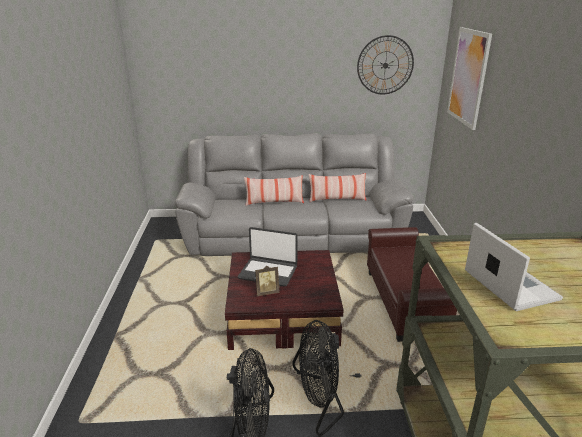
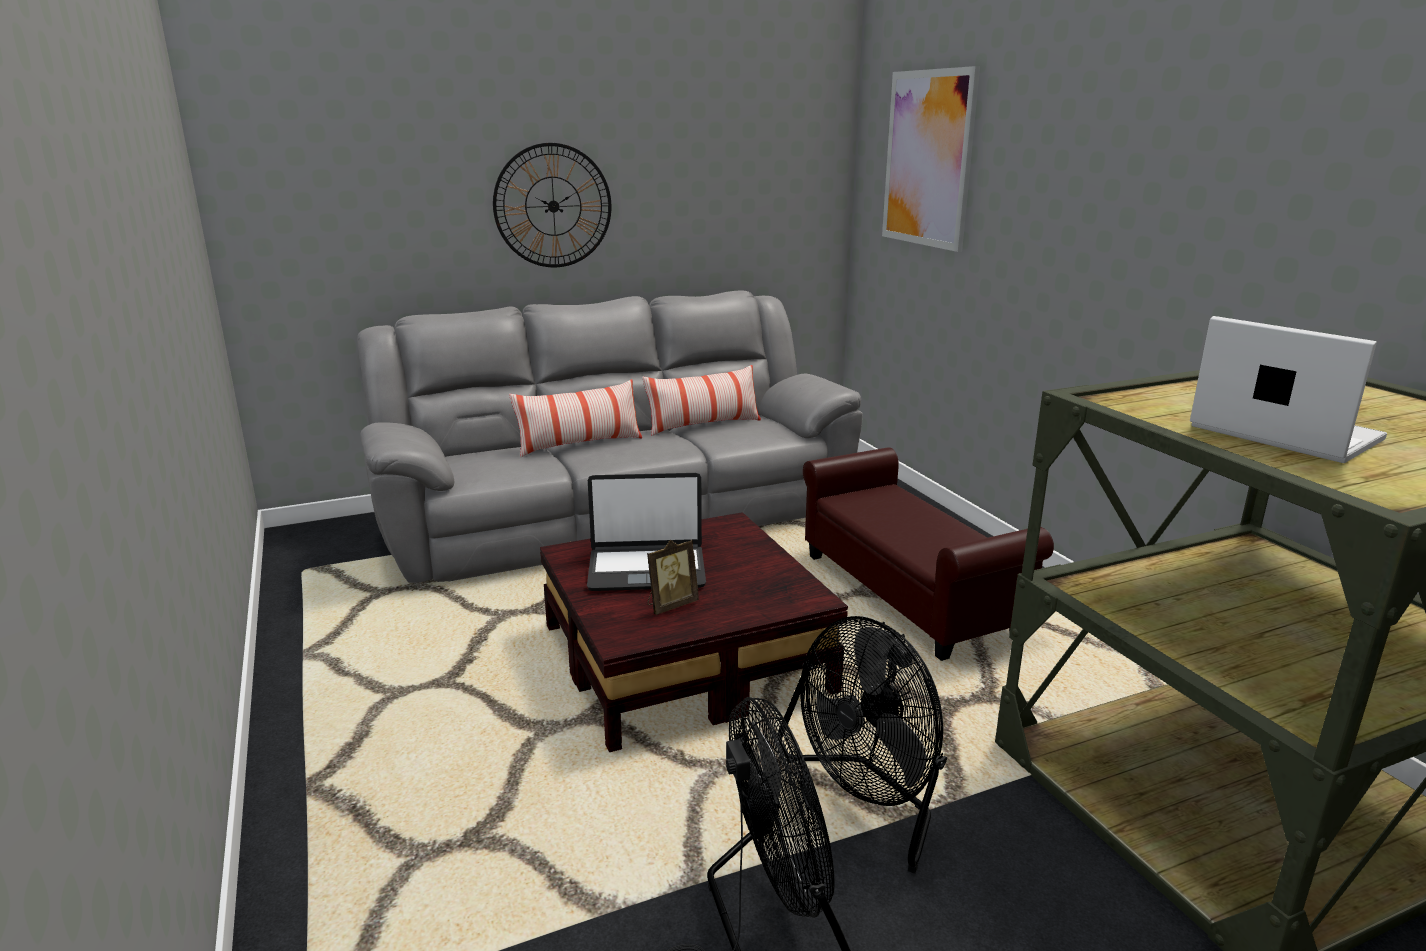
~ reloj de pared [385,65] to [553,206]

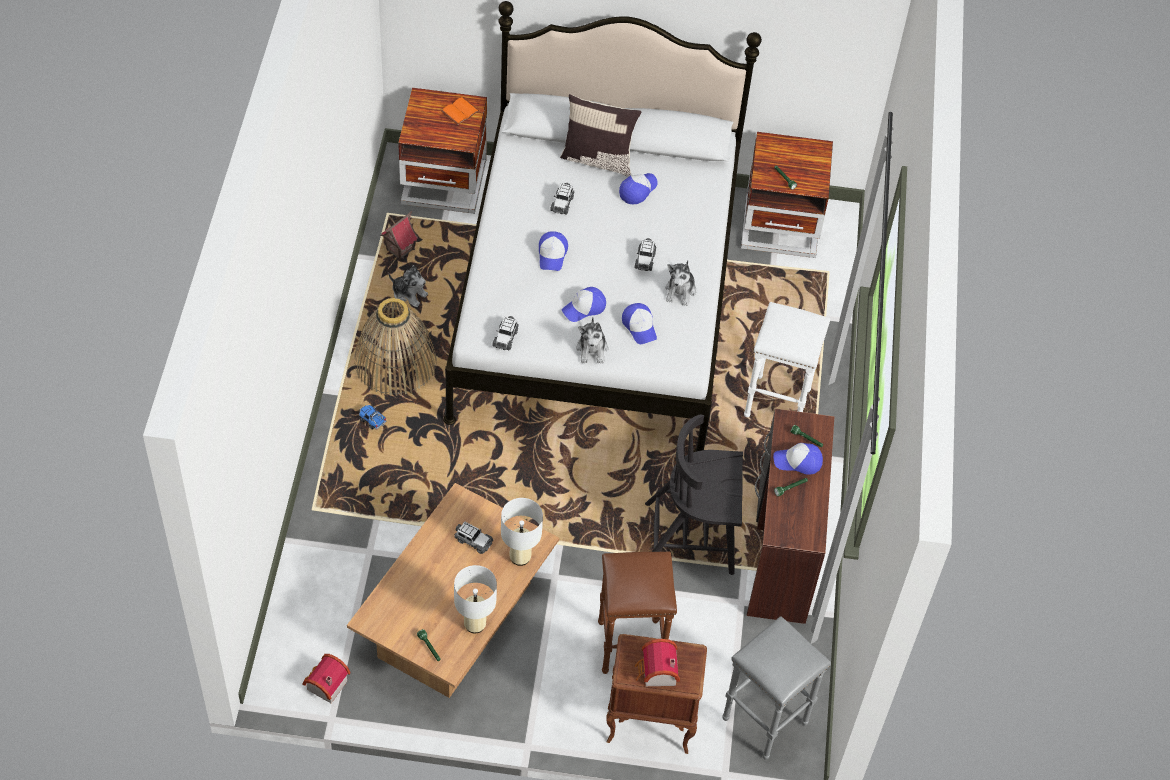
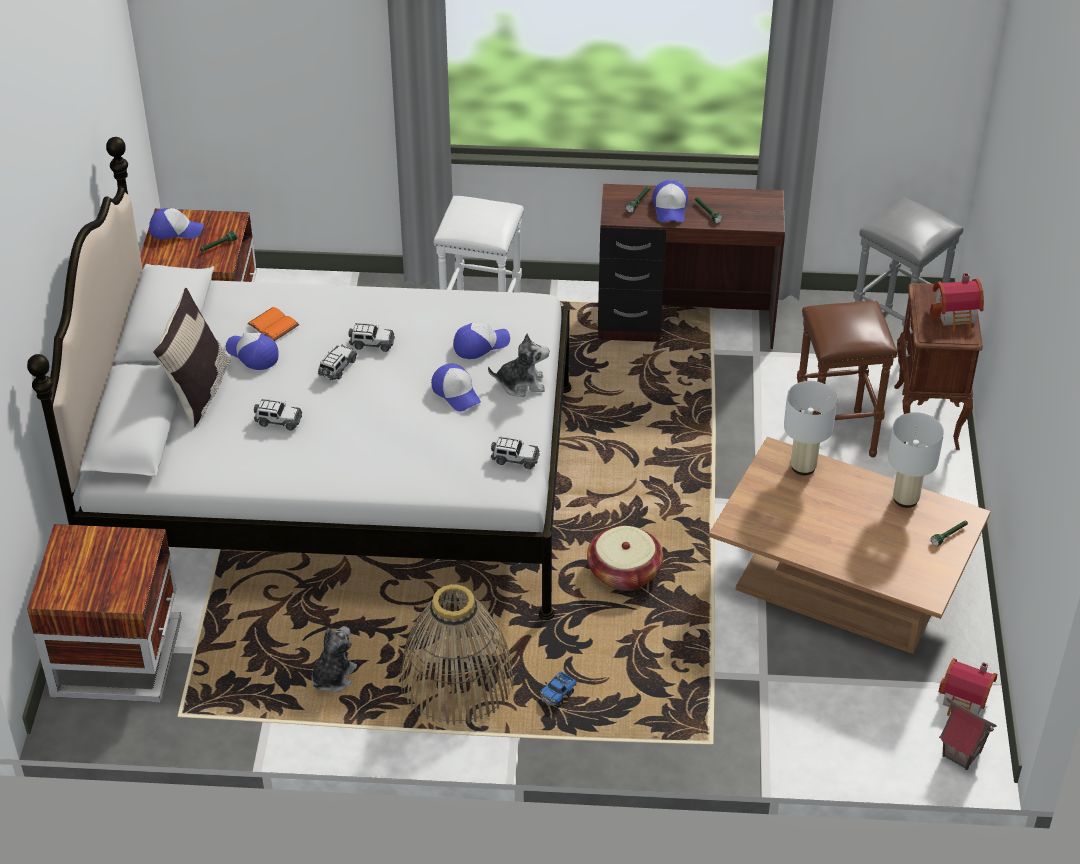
~ gorra [552,254] to [176,230]
~ libro (naranja) [460,111] to [271,325]
~ coche de juguete [473,541] to [337,368]
+ cesta [624,572]
~ casita [399,250] to [961,754]
- silla (negro) [692,538]
- peluche [680,291]

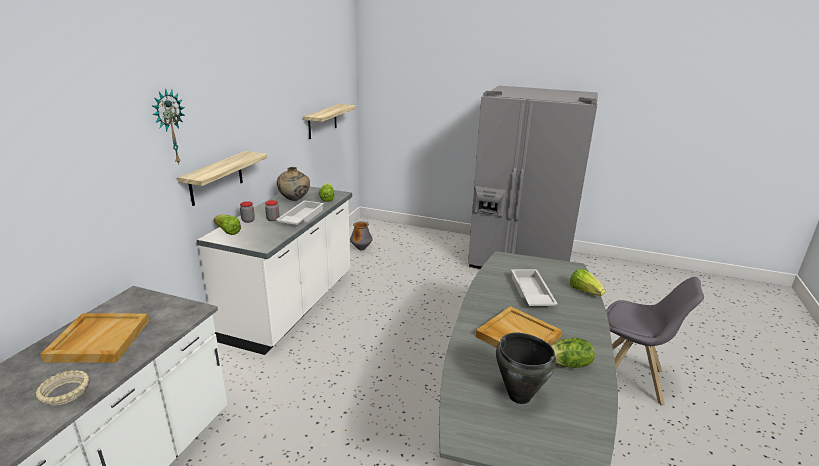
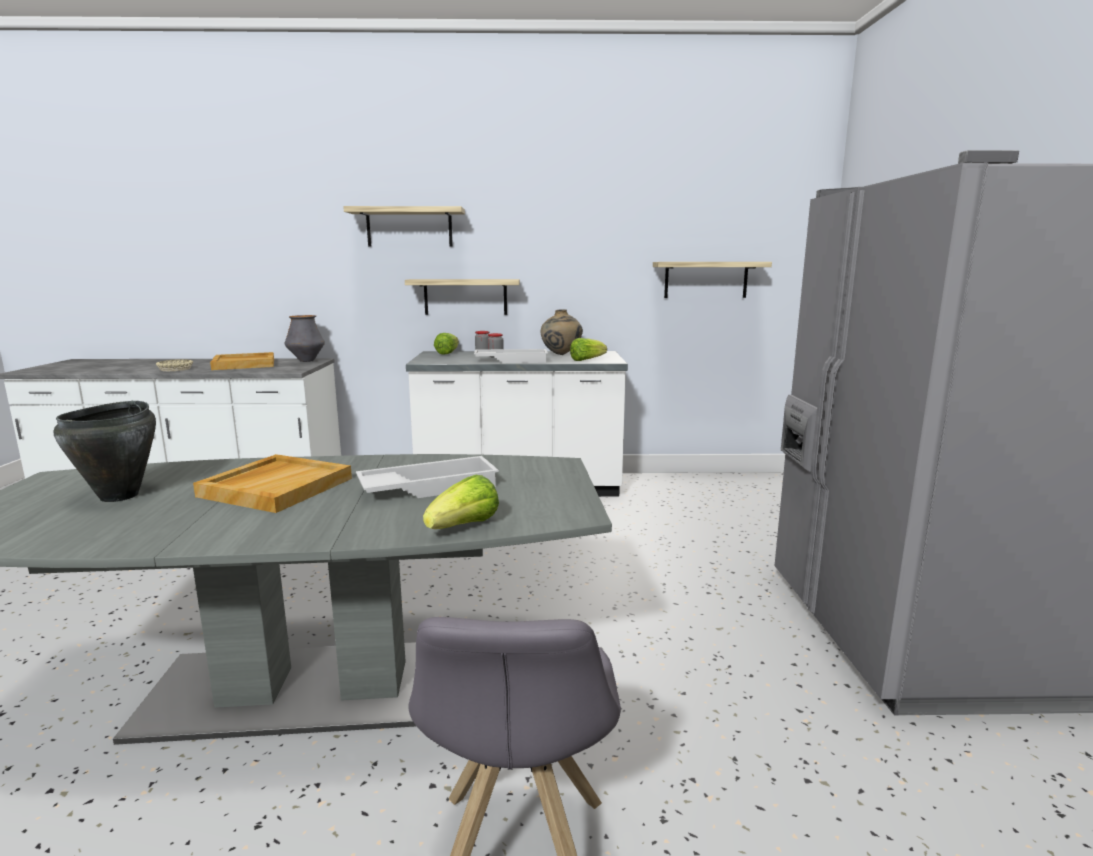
~ florero [361,248] to [306,361]
~ reloj de pared [169,127] to estante [409,227]
- lechuga [568,365]

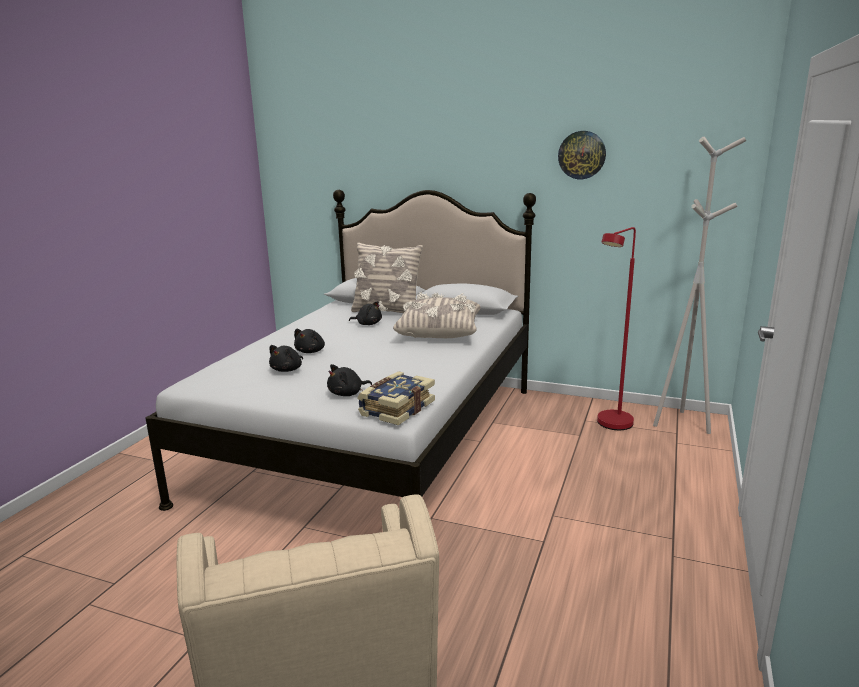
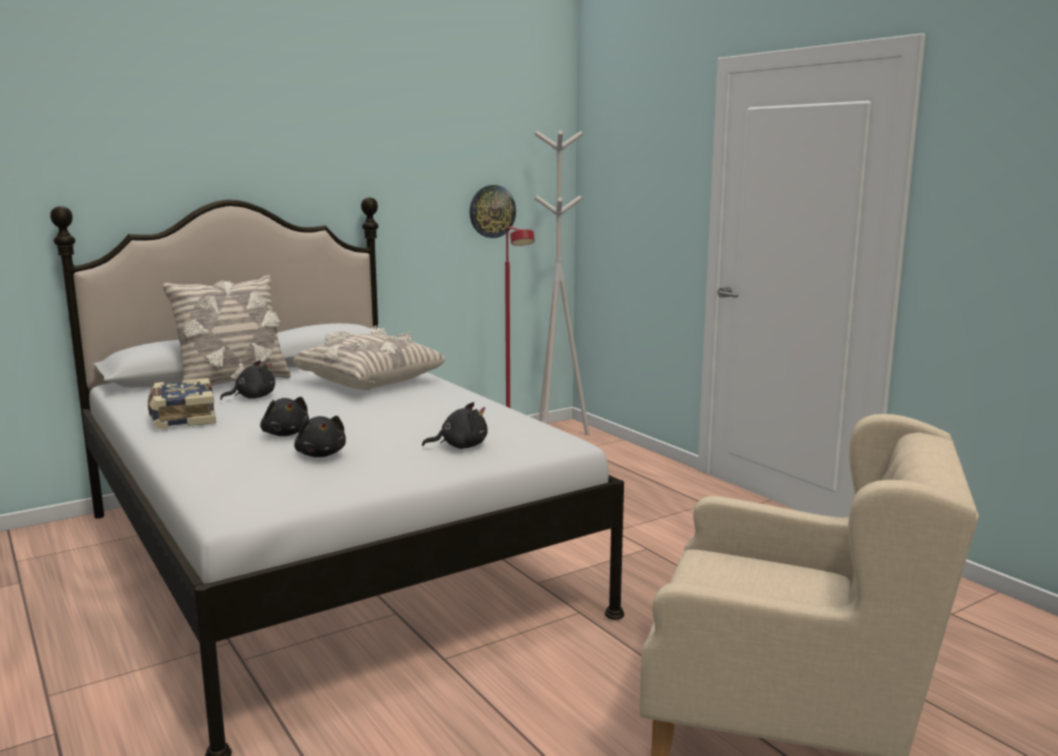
~ libro [396,408] to [182,418]
~ peluche (negro) [347,394] = [460,446] 105 degrees counterclockwise
~ reloj de pared [582,155] to [492,211]

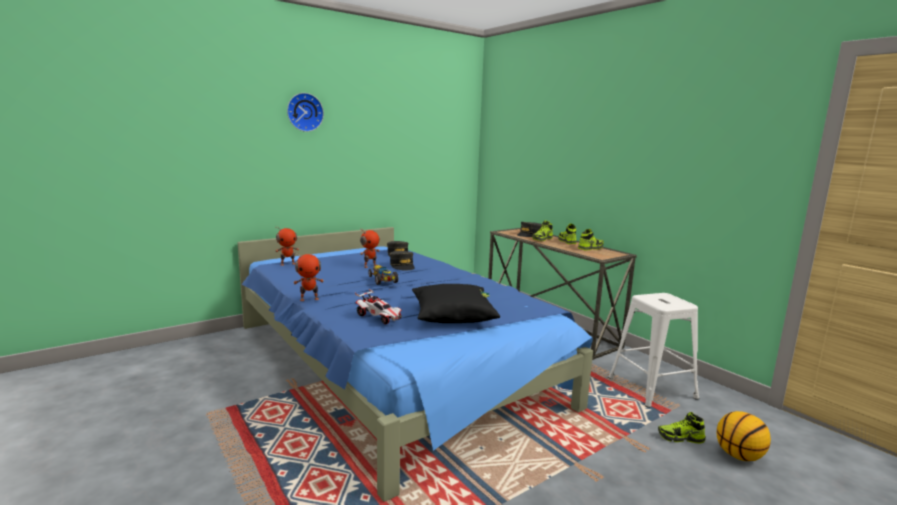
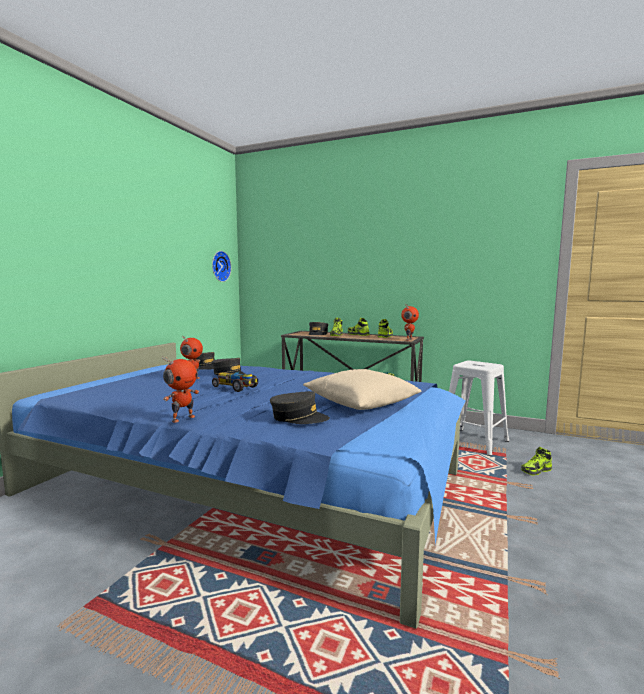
~ reloj de pared [304,112] to [219,266]
~ coche de juguete [379,317] to gorra (gris) [298,418]
~ cojín (negro) [452,317] to cojín (beis) [361,404]
~ robot de juguete [288,264] to [409,339]
- balón de baloncesto [739,456]

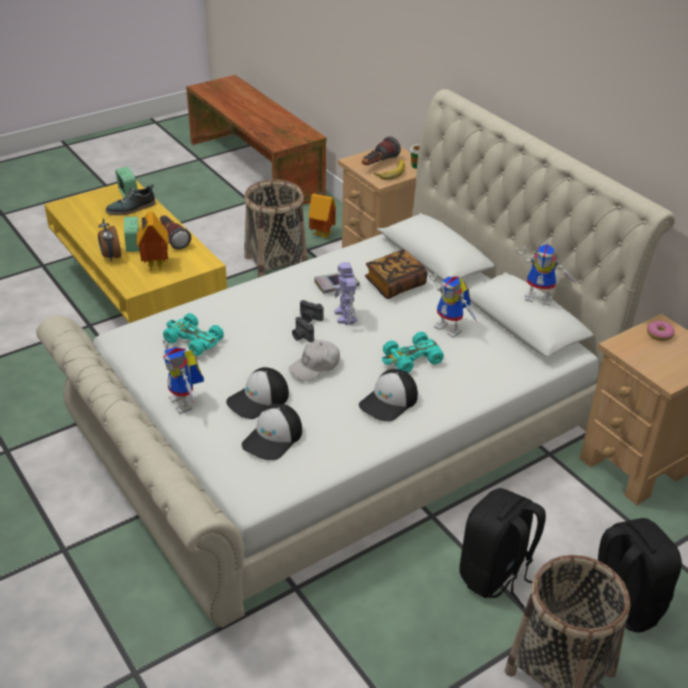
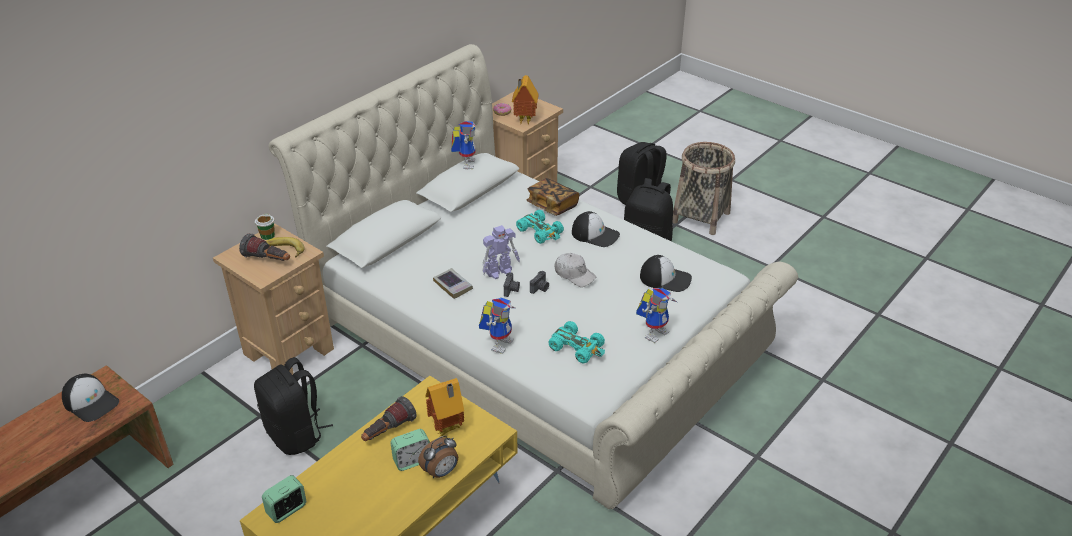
~ gorra [258,399] to [91,402]
~ cesta [275,264] to mochila (negro) [296,435]
~ robot de juguete [452,328] to [499,342]
~ casita [322,234] to [524,120]
~ libro [395,284] to [552,205]
~ coche de juguete (turquesa) [192,340] = [577,347] 75 degrees counterclockwise
- zapato [131,208]

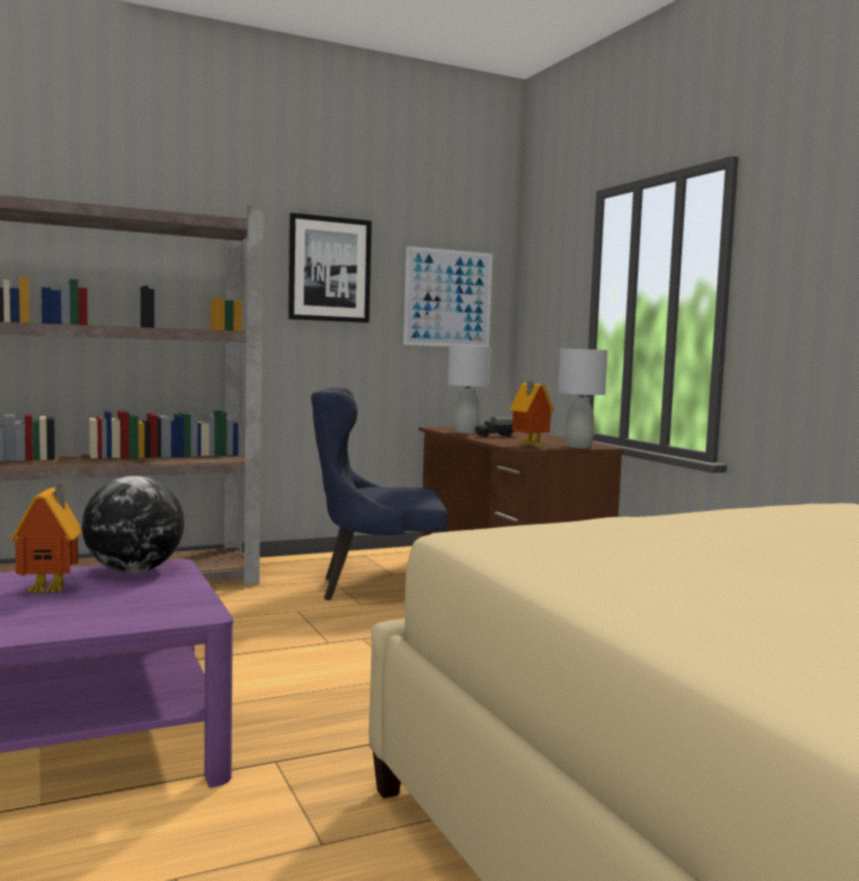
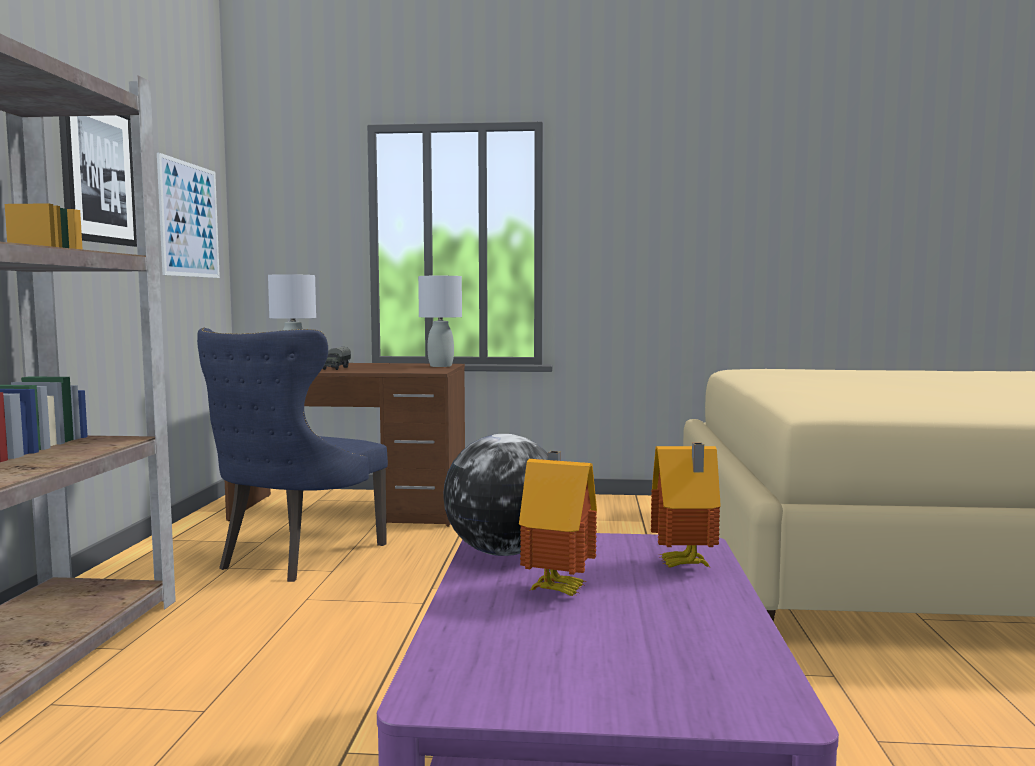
~ casita [529,445] to [684,566]

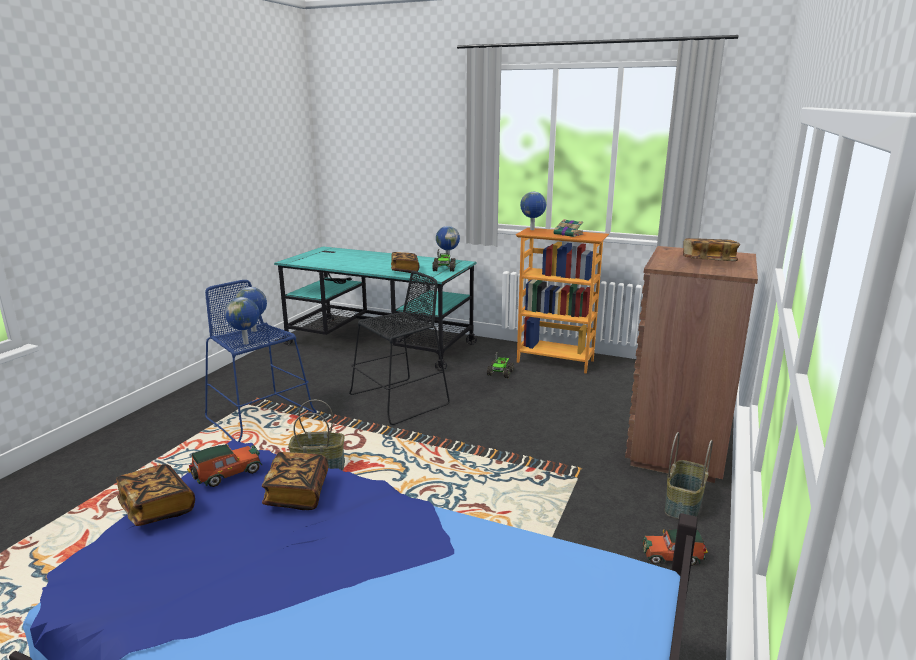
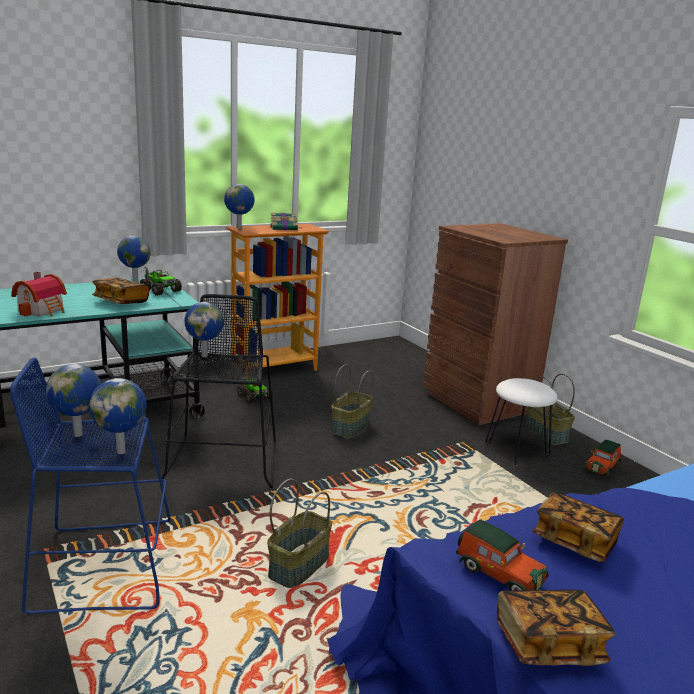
+ casita [43,310]
+ globo terráqueo [205,355]
+ cesta [351,427]
~ coche de juguete [226,474] = [497,573] 135 degrees clockwise
+ taburete (blanco) [516,451]
- libro [708,261]

